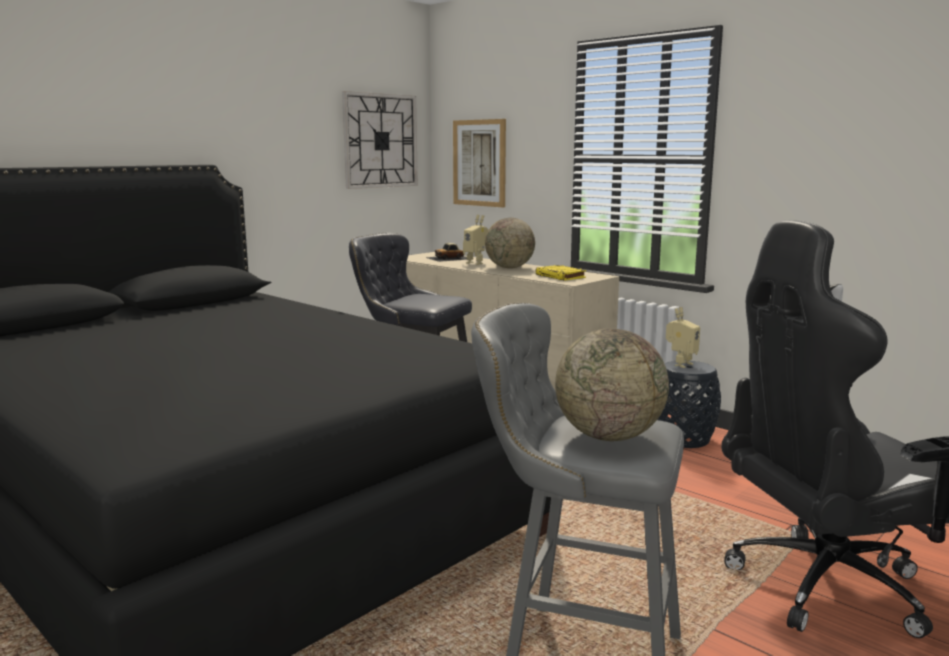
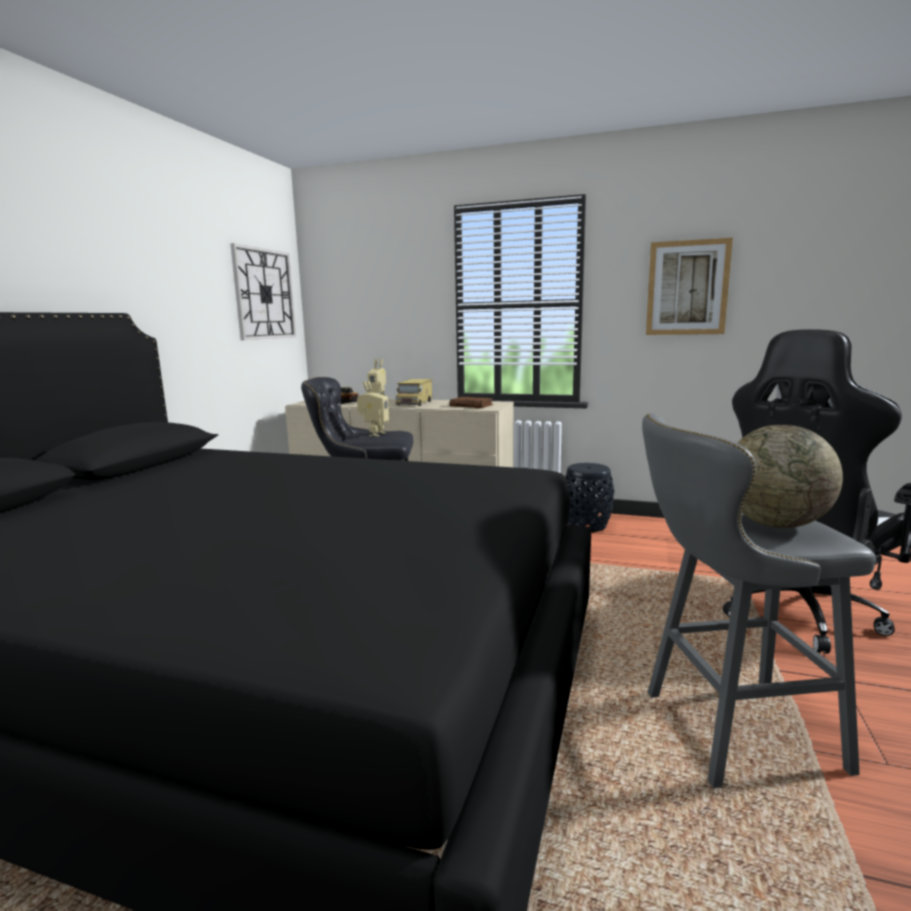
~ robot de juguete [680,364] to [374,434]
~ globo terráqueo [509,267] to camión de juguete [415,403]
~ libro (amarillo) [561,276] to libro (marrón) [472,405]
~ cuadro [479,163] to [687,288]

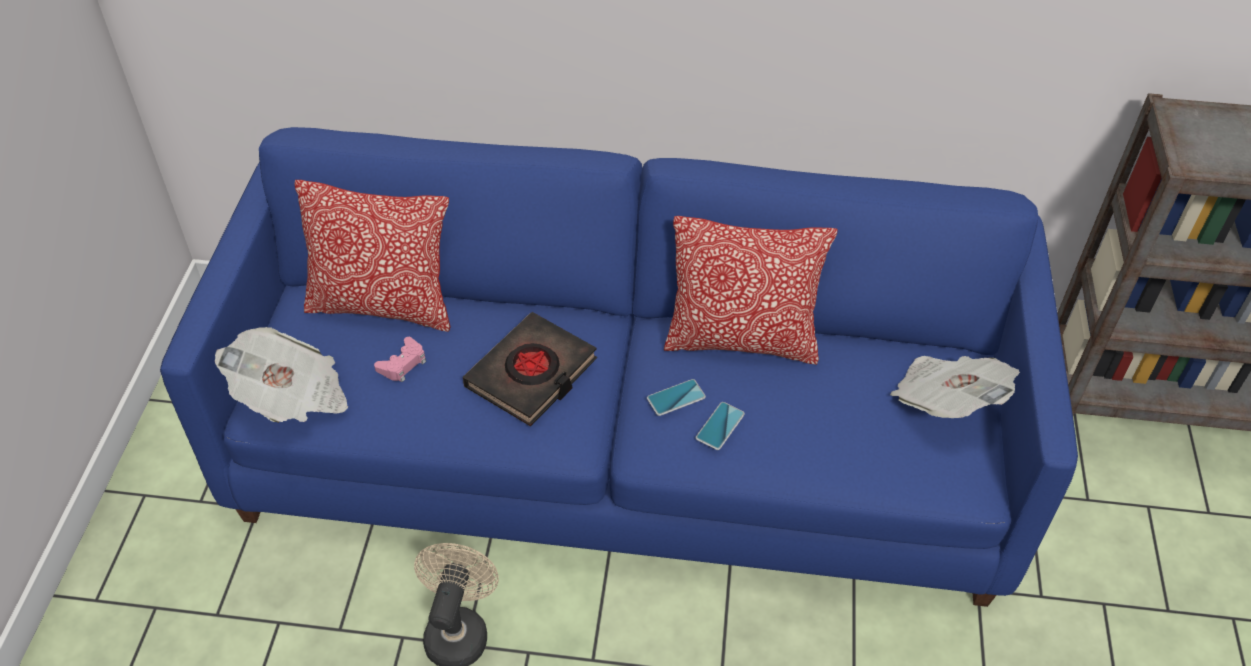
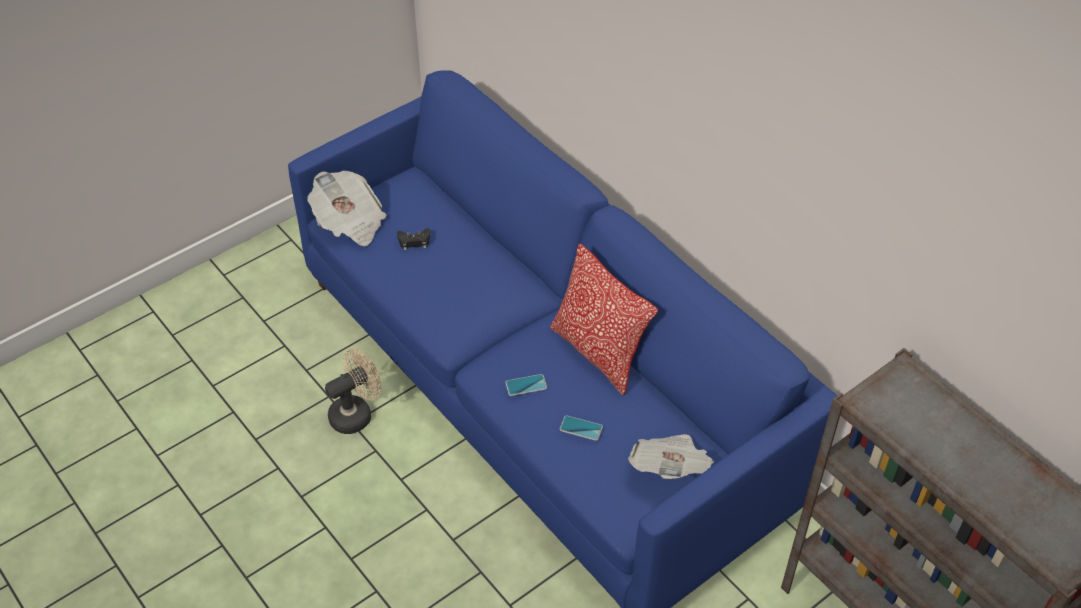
~ mando de consola (rosa) [403,364] to mando de consola (negro) [414,241]
~ móvil [676,398] to [581,428]
- cojín [383,306]
- libro (negro) [532,374]

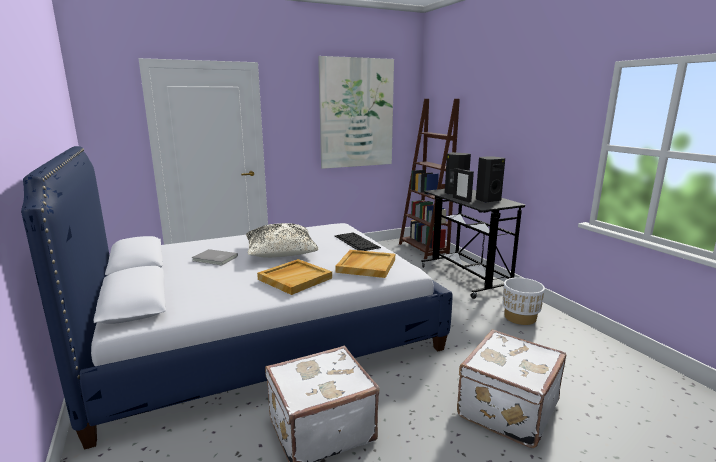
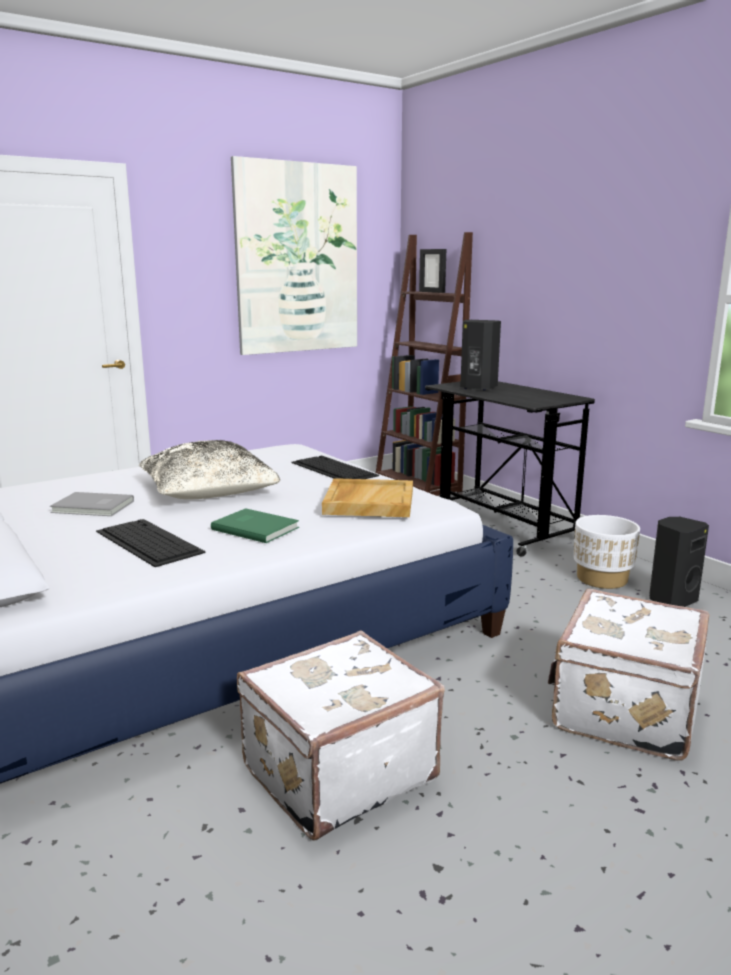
+ teclado [147,541]
~ bandeja (beis) [295,278] to libro (verde) [255,527]
~ portarretratos [462,199] to [432,292]
~ altavoz (negro) [487,200] to [671,600]

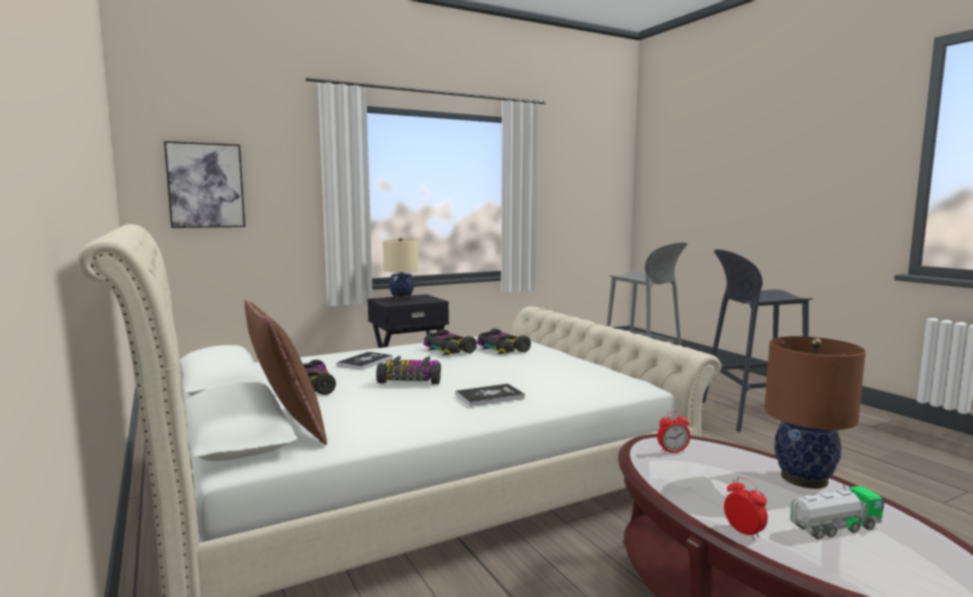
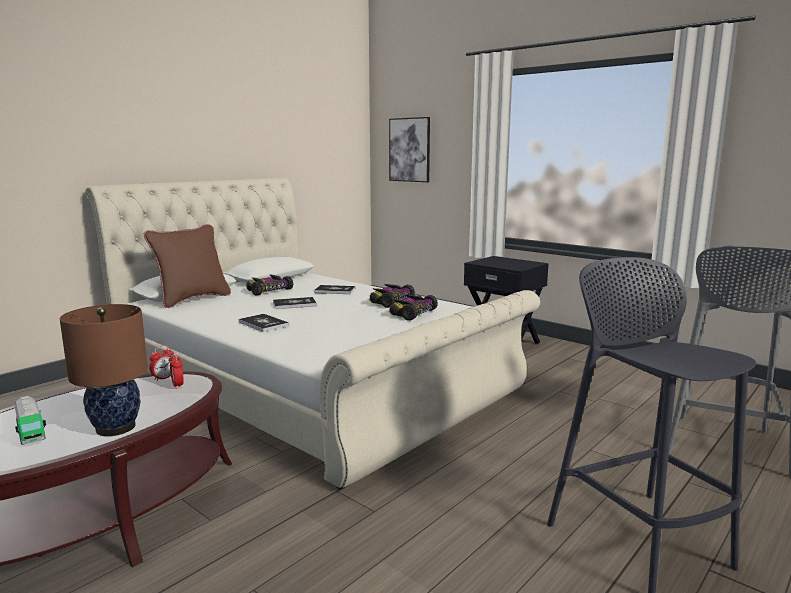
~ despertador [743,532] to [163,378]
~ coche de juguete [411,380] to libro [294,304]
- lámpara de mesa (beis) [402,298]

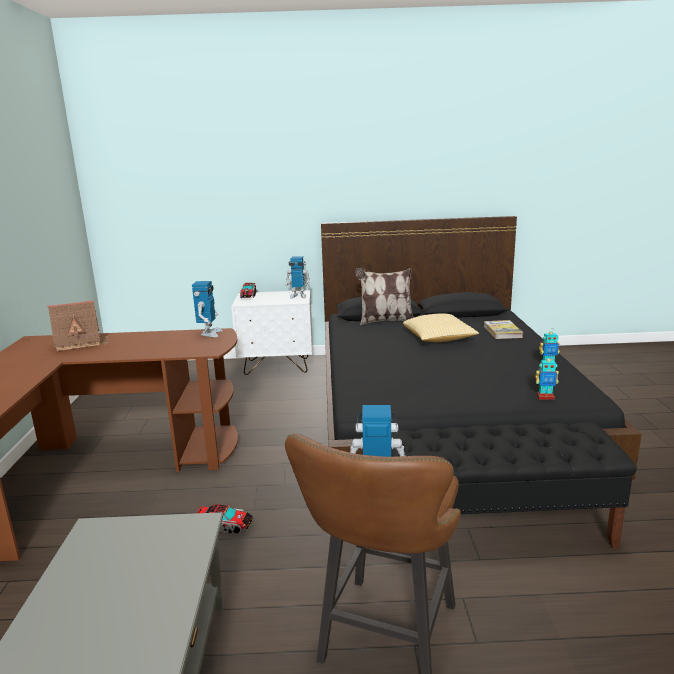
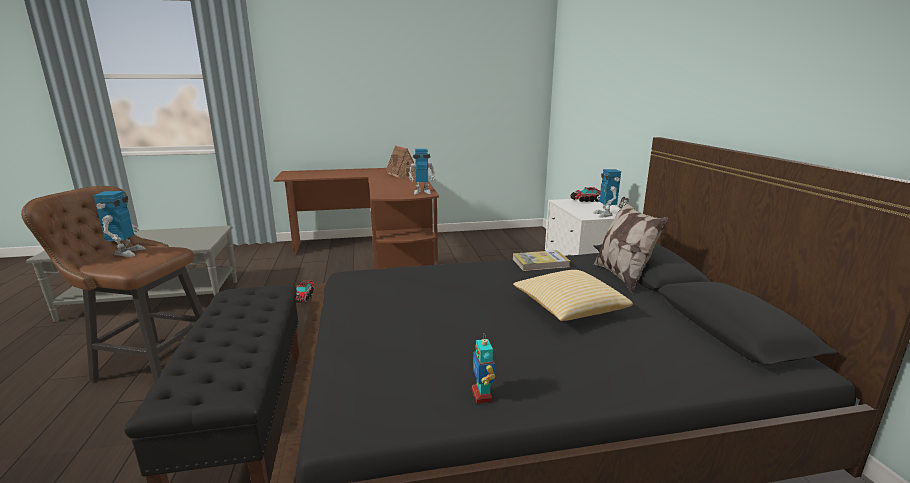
~ libro [502,331] to [540,263]
- robot de juguete [545,397]

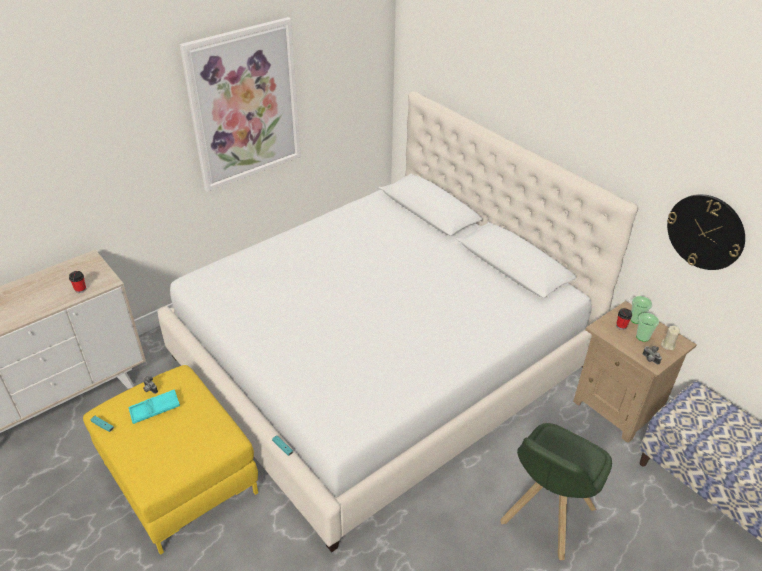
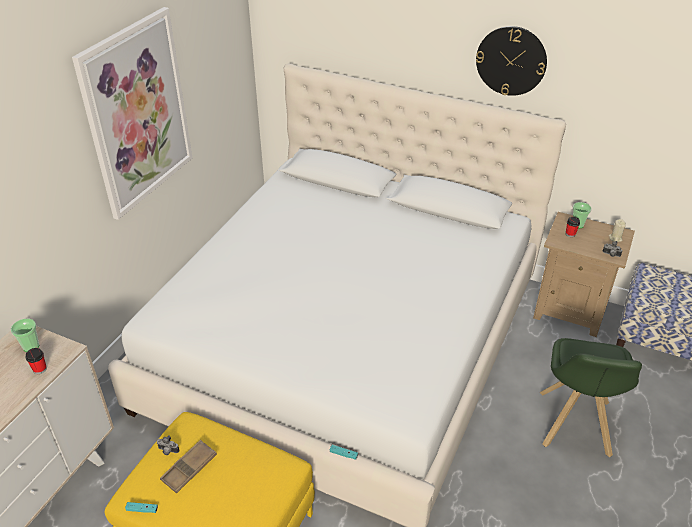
~ taza [642,337] to [31,346]
~ bandeja (turquesa) [155,409] to bandeja (marrón) [189,469]
~ reloj de pared [705,232] to [511,61]

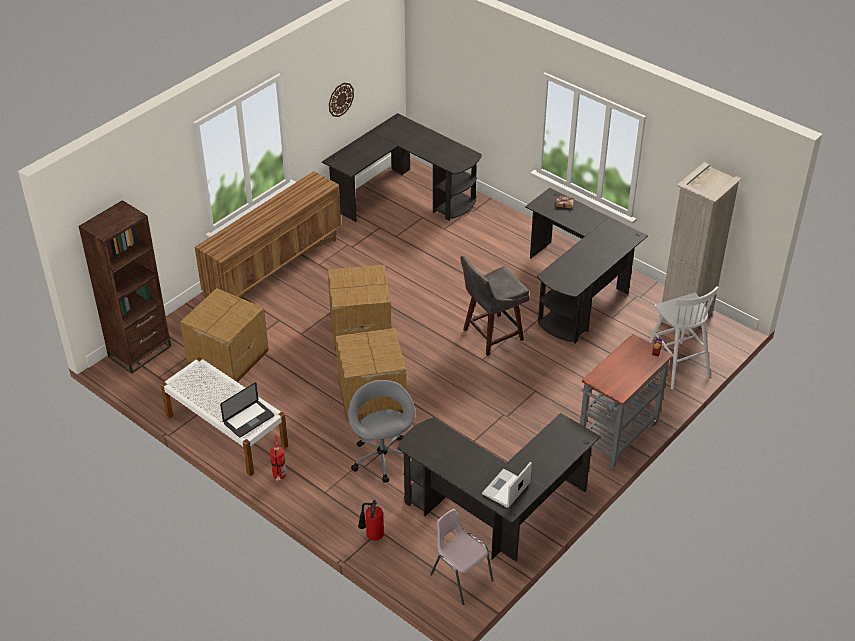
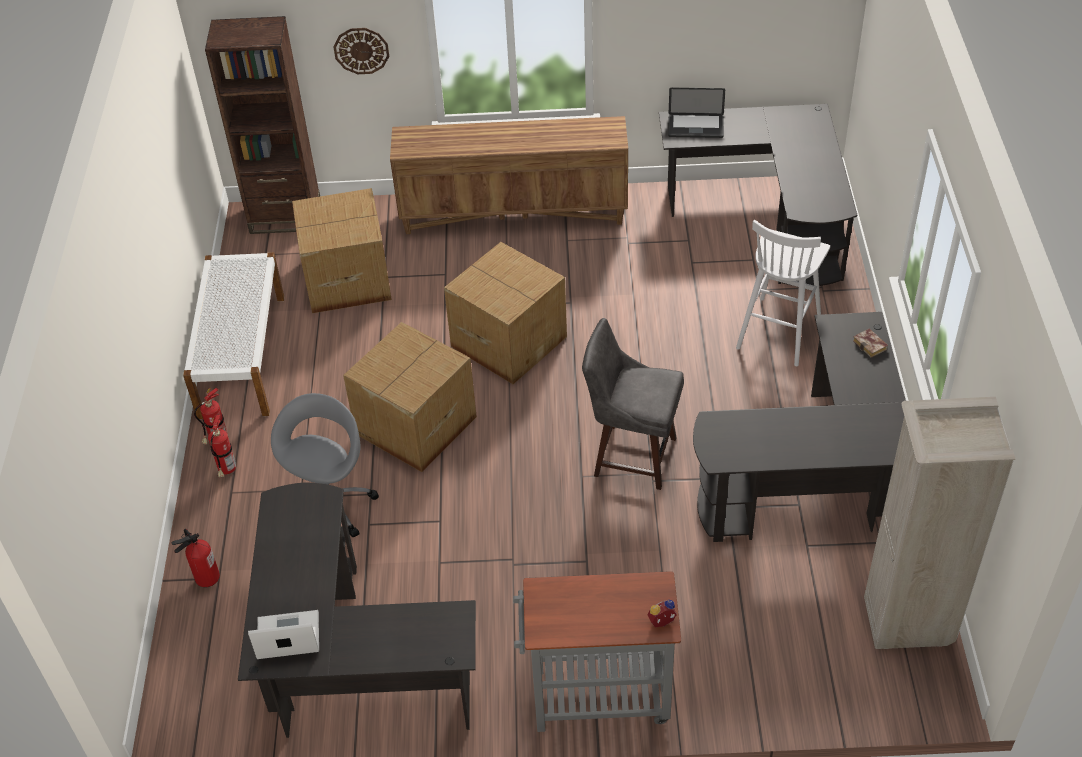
+ extintor [227,471]
~ reloj de pared [340,99] to [361,50]
~ portátil [249,419] to [695,127]
~ taburete (blanco) [675,364] to [779,330]
- silla (rosa) [461,577]

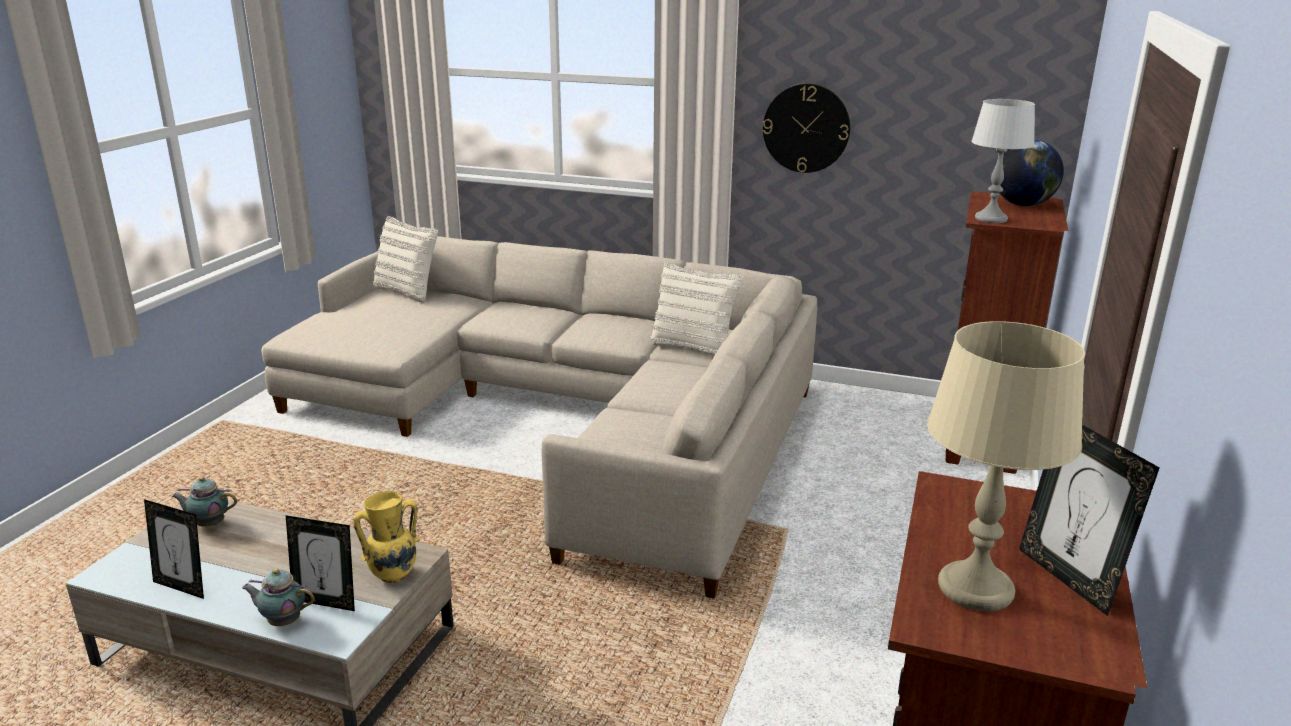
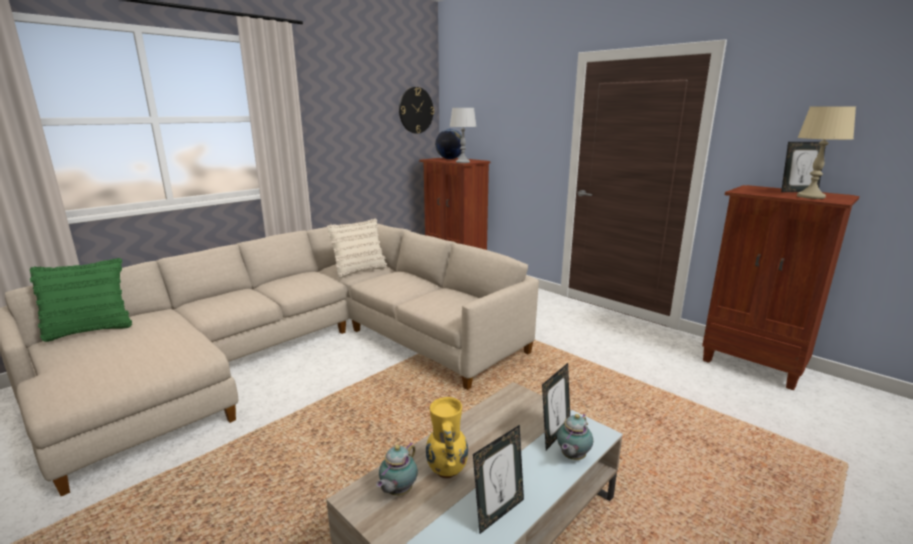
~ cojín (beis) [408,292] to cojín (verde) [91,330]
~ reloj de pared [806,128] to [416,110]
~ florero (amarillo) [392,575] to [446,471]

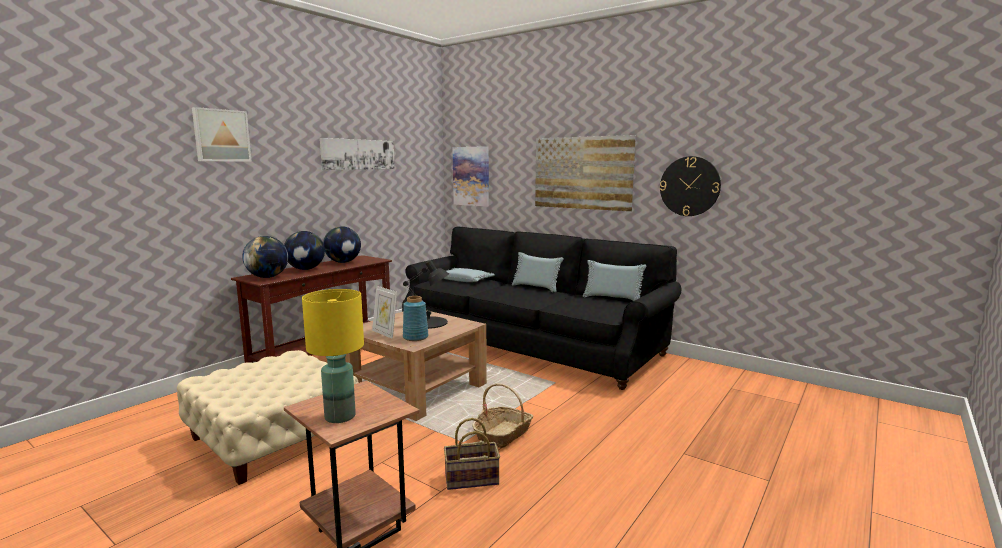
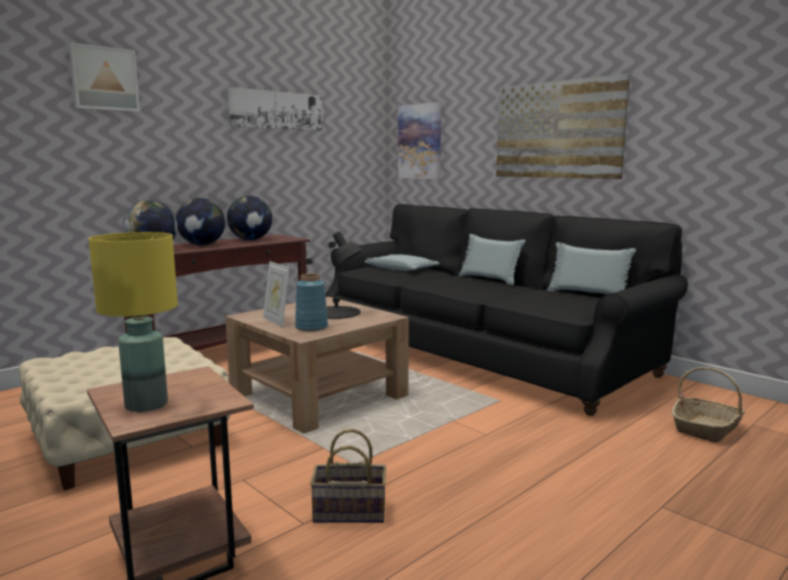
~ cesta [503,433] to [706,428]
- reloj de pared [689,186]

